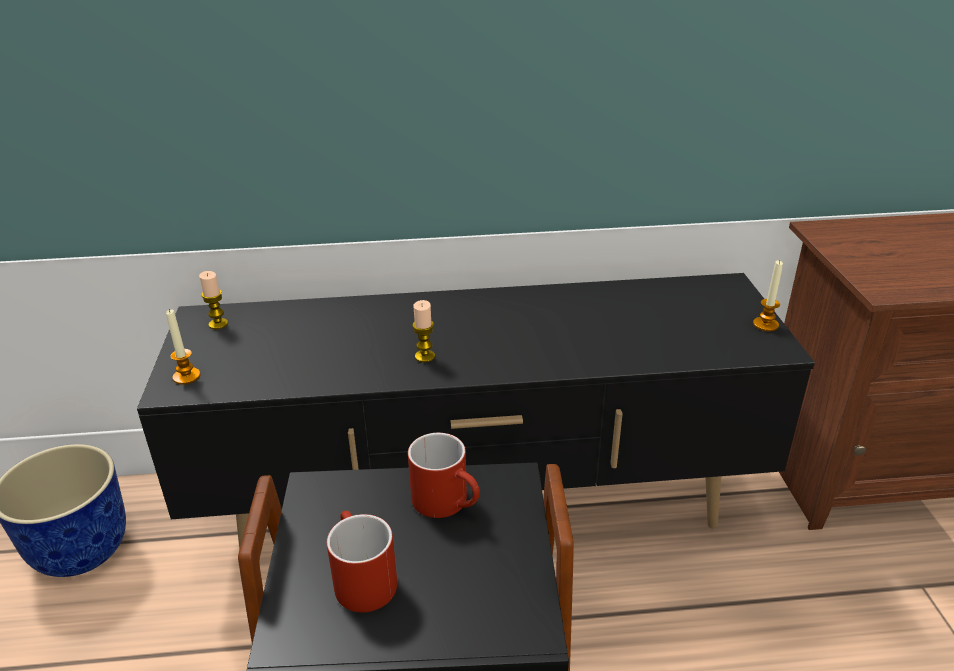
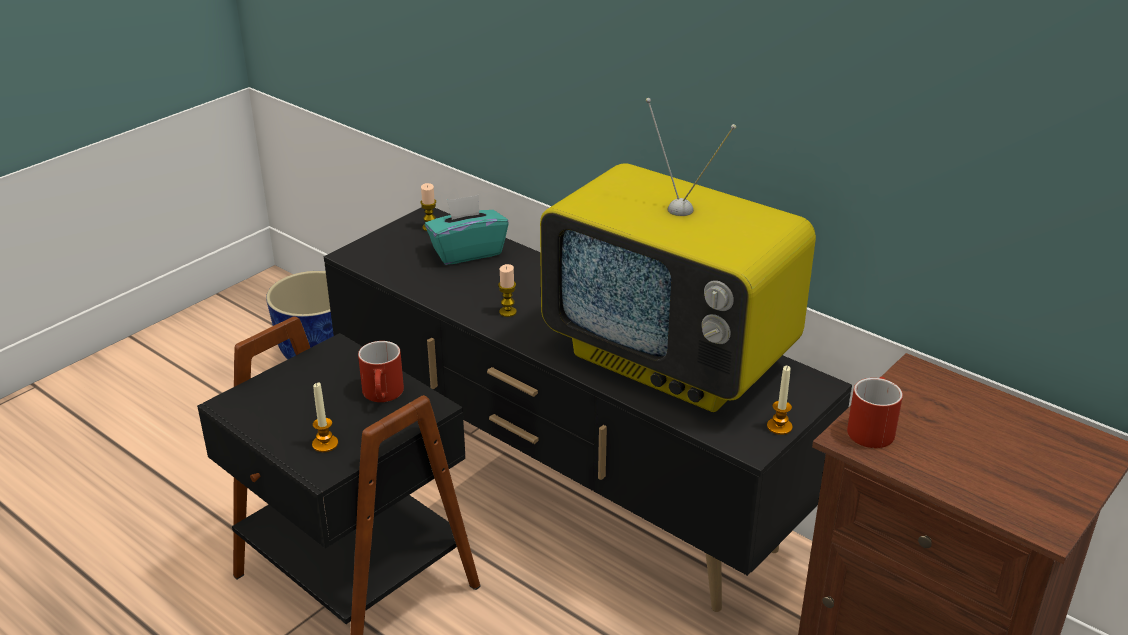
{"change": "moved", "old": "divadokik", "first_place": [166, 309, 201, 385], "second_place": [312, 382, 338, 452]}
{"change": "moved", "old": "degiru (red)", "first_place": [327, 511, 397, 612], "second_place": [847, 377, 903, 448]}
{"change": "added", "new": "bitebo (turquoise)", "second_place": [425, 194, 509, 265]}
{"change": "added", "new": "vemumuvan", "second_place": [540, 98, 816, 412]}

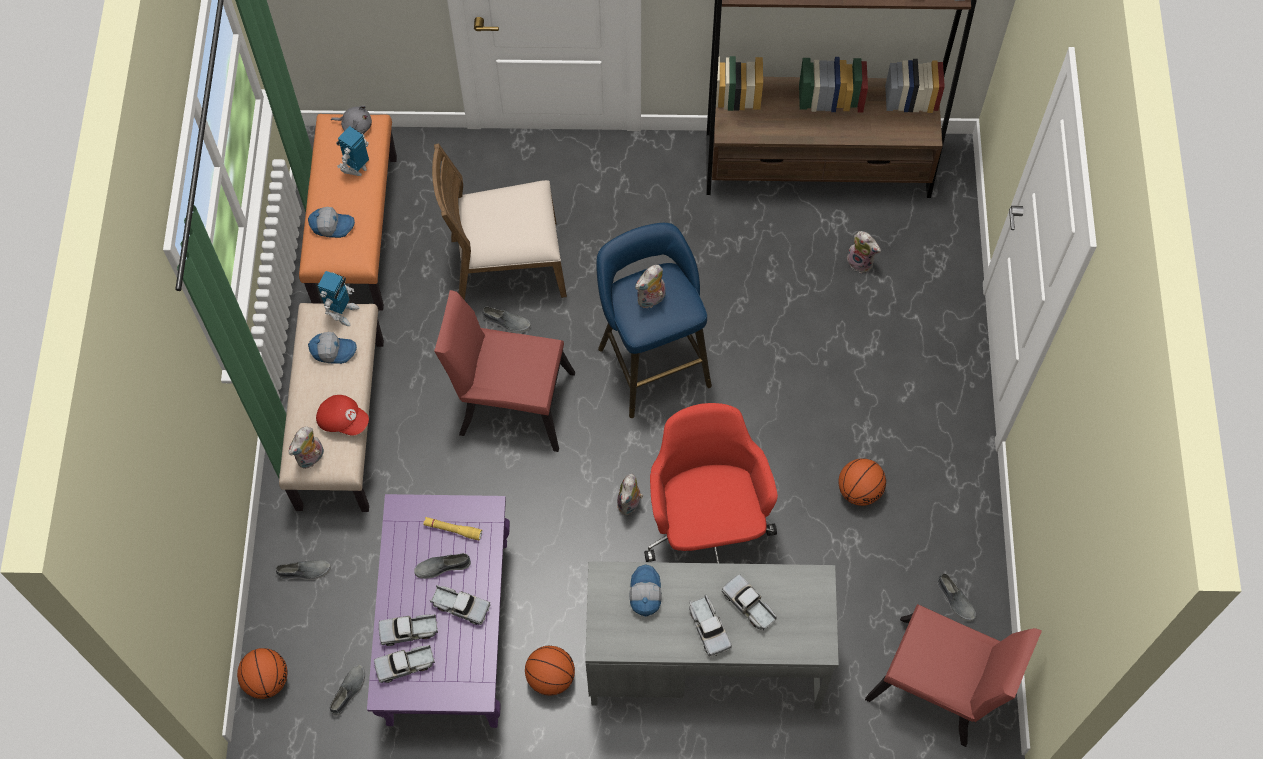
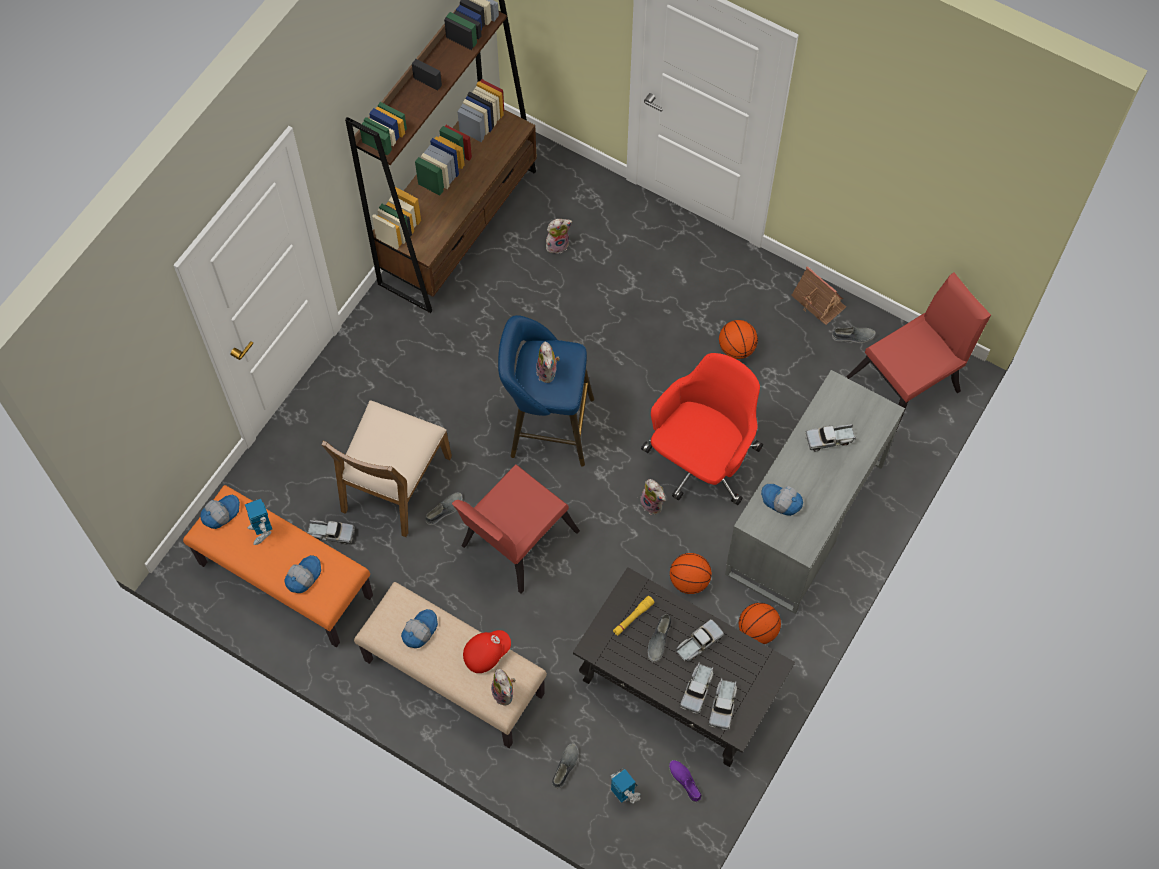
{"change": "moved", "old": "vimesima", "first_place": [237, 648, 288, 699], "second_place": [670, 553, 712, 594]}
{"change": "moved", "old": "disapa", "first_place": [318, 271, 360, 326], "second_place": [611, 768, 641, 804]}
{"change": "recoloured", "old": "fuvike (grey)", "new": "fuvike (purple)", "first_place": [330, 665, 365, 716], "second_place": [669, 760, 702, 803]}
{"change": "replaced", "old": "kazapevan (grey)", "new": "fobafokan", "first_place": [331, 105, 372, 134], "second_place": [201, 495, 240, 529]}
{"change": "recoloured", "old": "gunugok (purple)", "new": "gunugok (black)", "first_place": [367, 494, 510, 728], "second_place": [573, 567, 795, 767]}
{"change": "turned", "old": "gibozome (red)", "first_place": [644, 403, 778, 563], "second_place": [641, 353, 763, 505], "degrees": 105}
{"change": "moved", "old": "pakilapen", "first_place": [689, 594, 732, 657], "second_place": [307, 520, 355, 545]}
{"change": "added", "new": "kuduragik", "second_place": [791, 266, 846, 325]}

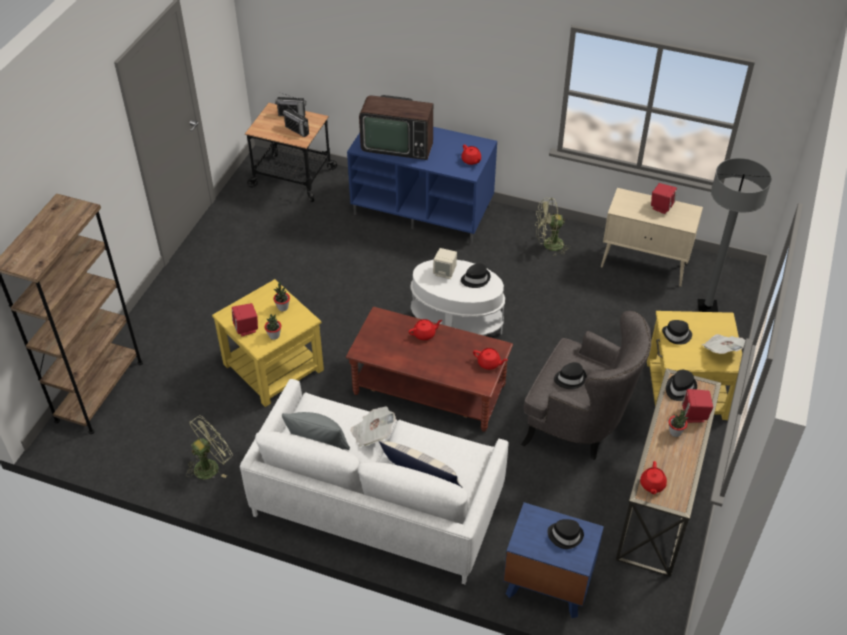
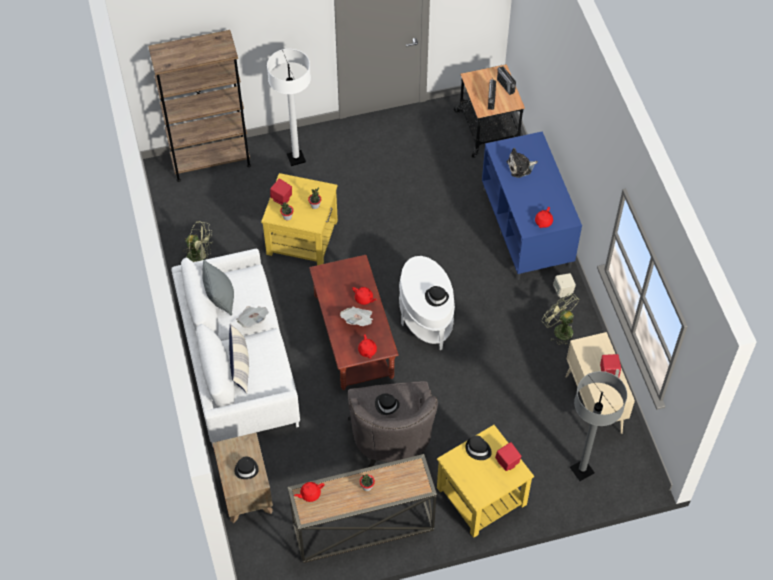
{"change": "replaced", "old": "vemumuvan", "new": "kazapevan", "first_place": [359, 95, 433, 160], "second_place": [507, 148, 538, 178]}
{"change": "moved", "old": "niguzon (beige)", "first_place": [433, 248, 457, 279], "second_place": [553, 273, 576, 298]}
{"change": "recoloured", "old": "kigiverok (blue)", "new": "kigiverok (brown)", "first_place": [503, 502, 604, 618], "second_place": [213, 433, 273, 523]}
{"change": "removed", "old": "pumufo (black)", "first_place": [666, 370, 697, 401]}
{"change": "moved", "old": "niguzon (red)", "first_place": [682, 389, 713, 423], "second_place": [495, 442, 521, 471]}
{"change": "moved", "old": "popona", "first_place": [702, 334, 745, 354], "second_place": [340, 306, 373, 326]}
{"change": "added", "new": "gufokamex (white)", "second_place": [267, 49, 311, 166]}

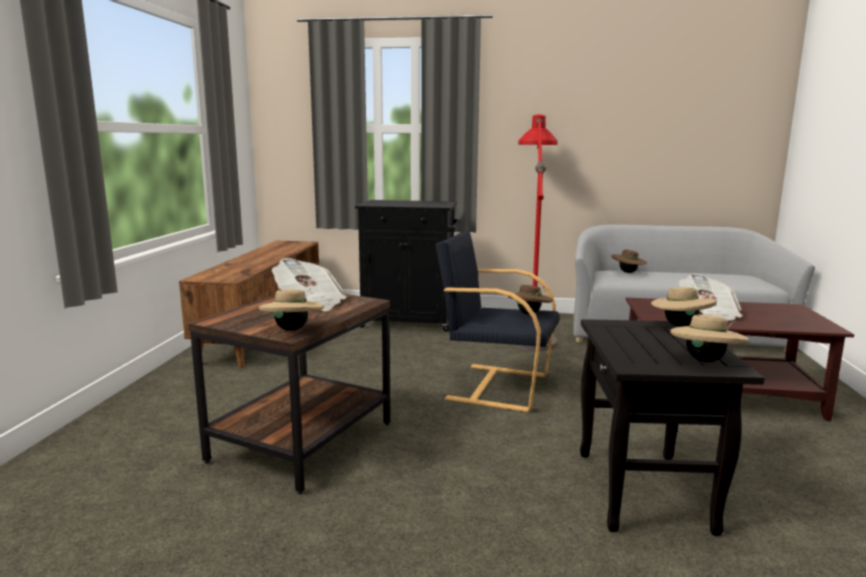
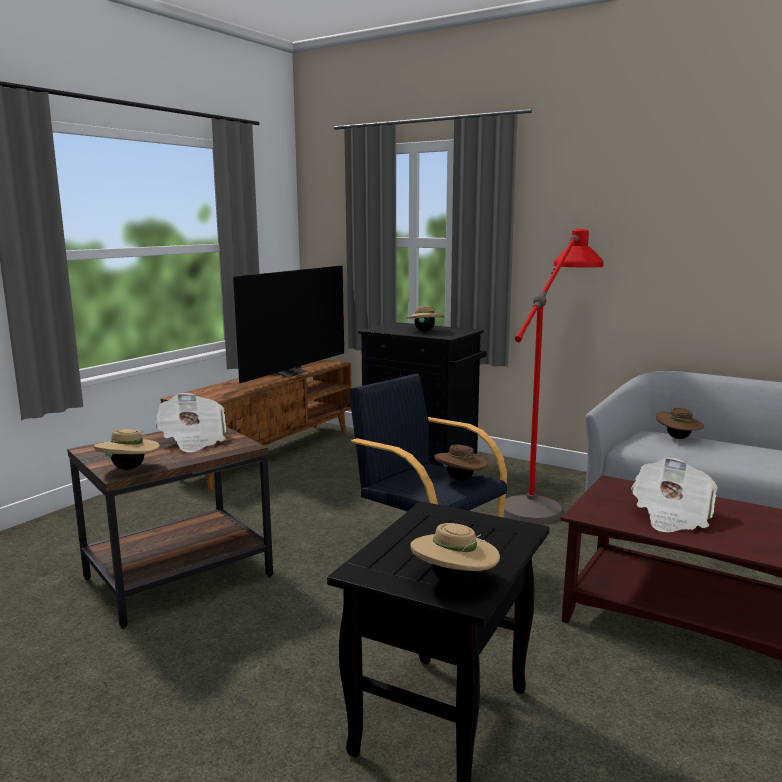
{"change": "moved", "old": "pumufo (beige)", "first_place": [651, 284, 717, 327], "second_place": [406, 306, 445, 331]}
{"change": "added", "new": "vemumuvan", "second_place": [233, 265, 344, 383]}

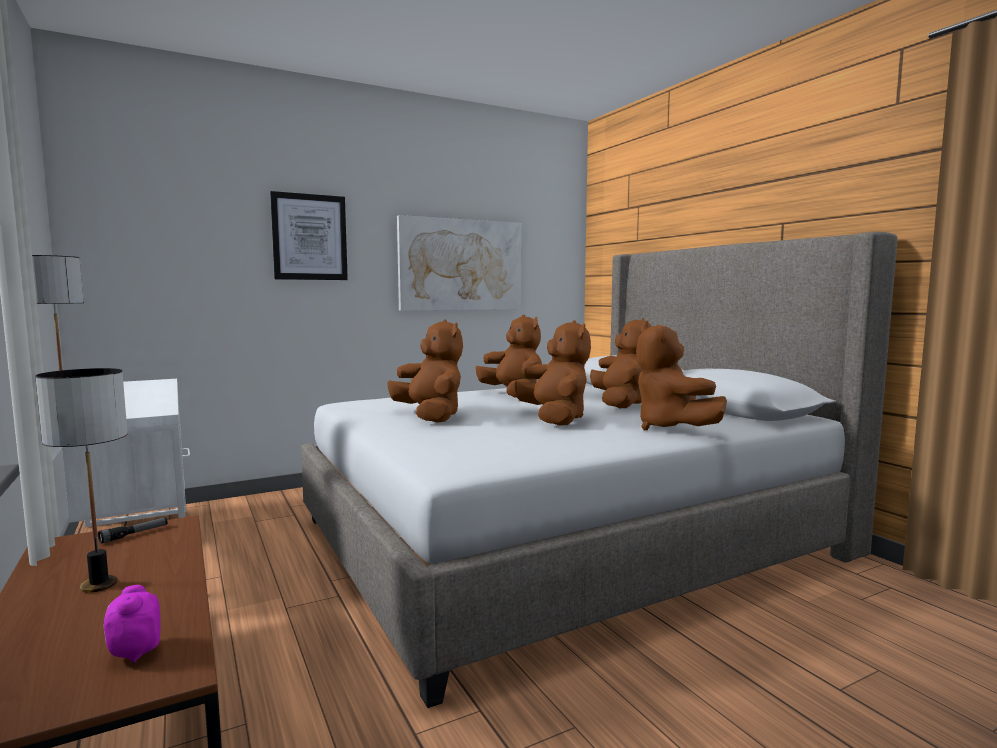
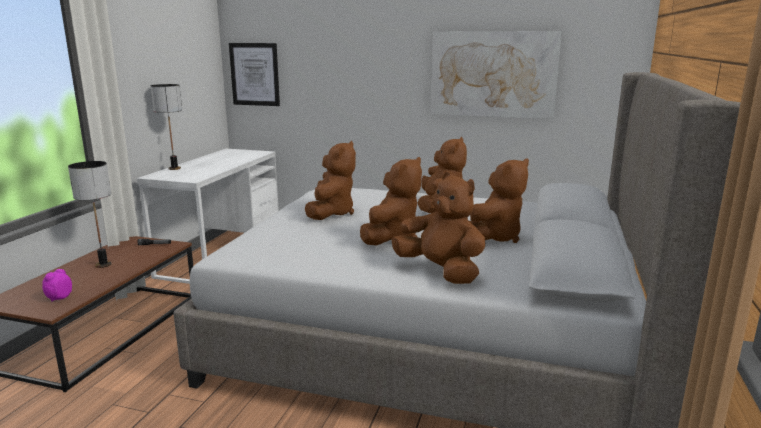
{"change": "moved", "old": "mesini", "first_place": [270, 191, 348, 280], "second_place": [229, 43, 280, 106]}
{"change": "turned", "old": "kazapevan (brown)", "first_place": [636, 324, 727, 430], "second_place": [392, 172, 485, 284], "degrees": 105}

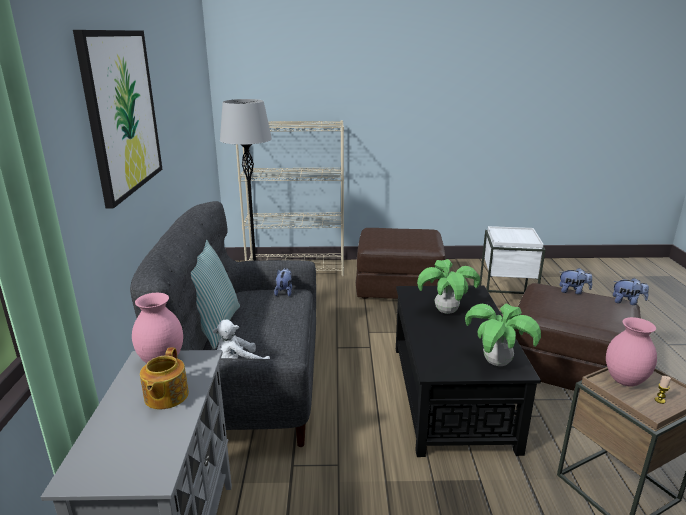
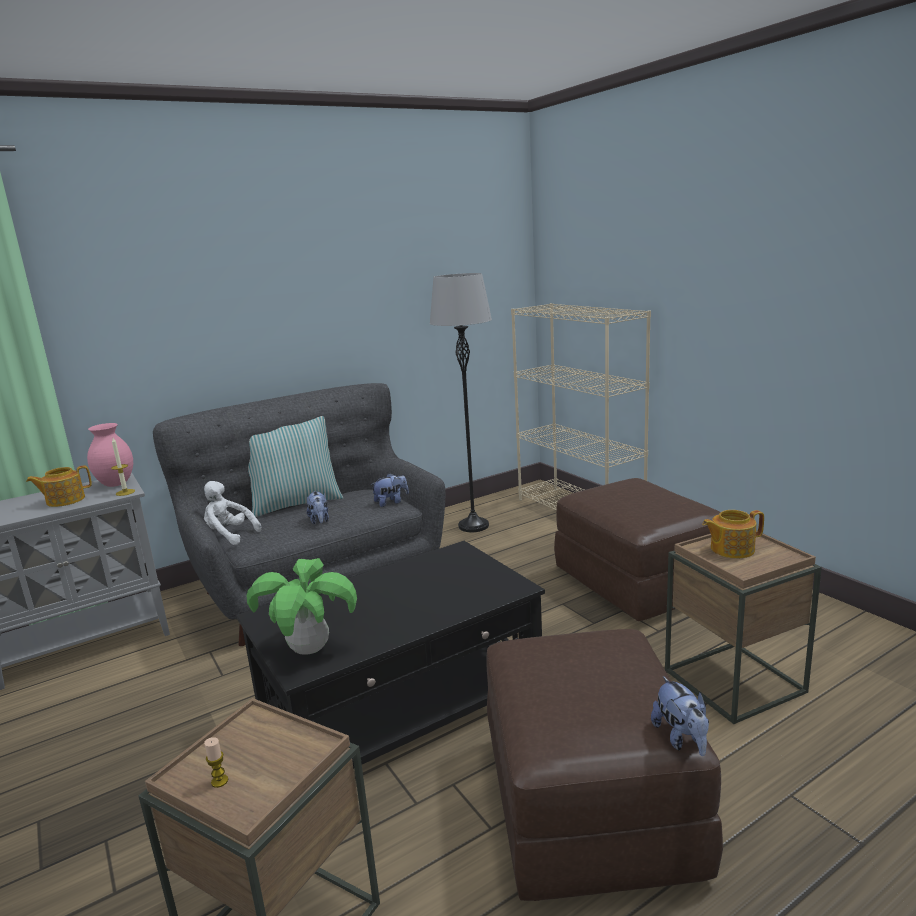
{"change": "removed", "old": "mesini", "first_place": [73, 30, 163, 209]}
{"change": "removed", "old": "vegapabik", "first_place": [417, 259, 480, 314]}
{"change": "recoloured", "old": "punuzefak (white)", "new": "punuzefak (brown)", "first_place": [479, 226, 545, 314], "second_place": [665, 531, 822, 724]}
{"change": "moved", "old": "kazapevan", "first_place": [559, 268, 592, 294], "second_place": [307, 491, 329, 524]}
{"change": "removed", "old": "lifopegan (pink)", "first_place": [606, 317, 657, 387]}
{"change": "added", "new": "divadokik", "second_place": [111, 438, 135, 496]}
{"change": "added", "new": "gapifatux", "second_place": [702, 510, 764, 558]}

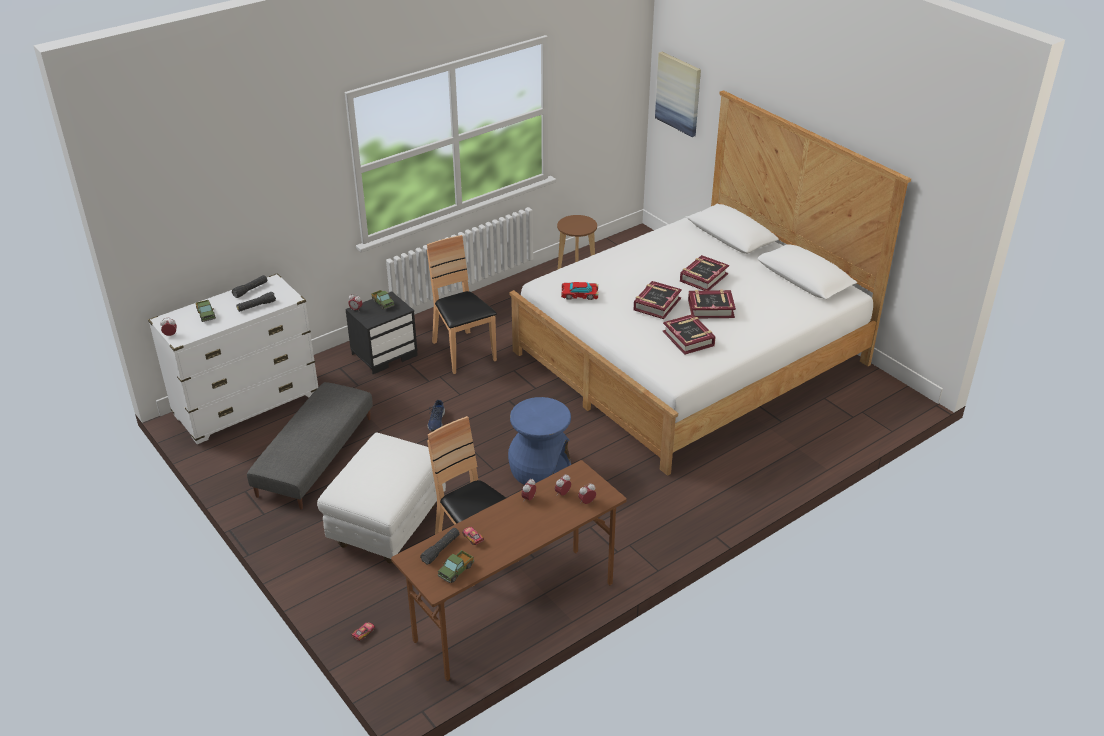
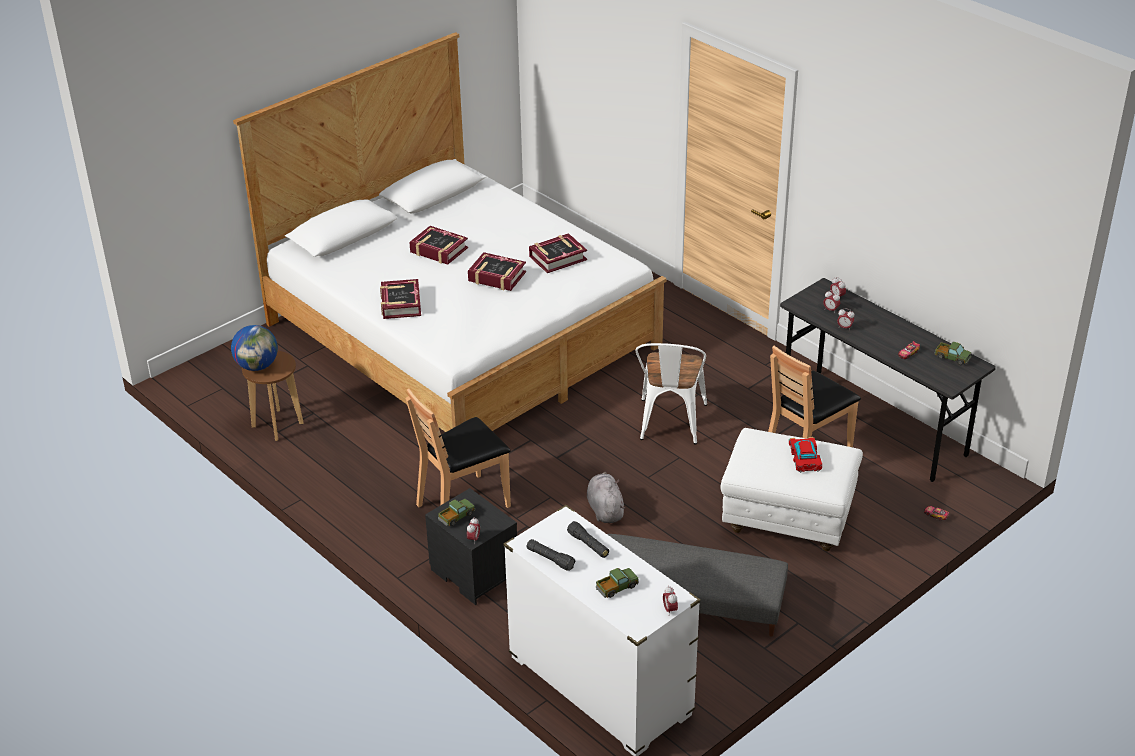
{"change": "recoloured", "old": "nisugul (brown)", "new": "nisugul (grey)", "first_place": [391, 460, 627, 681], "second_place": [780, 278, 996, 482]}
{"change": "removed", "old": "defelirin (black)", "first_place": [420, 528, 460, 565]}
{"change": "replaced", "old": "fuvike (blue)", "new": "kazapevan (grey)", "first_place": [428, 400, 445, 431], "second_place": [587, 472, 626, 523]}
{"change": "replaced", "old": "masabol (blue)", "new": "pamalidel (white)", "first_place": [508, 397, 571, 485], "second_place": [635, 343, 707, 444]}
{"change": "moved", "old": "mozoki", "first_place": [561, 282, 598, 300], "second_place": [789, 437, 822, 473]}
{"change": "removed", "old": "mesini", "first_place": [655, 52, 701, 137]}
{"change": "moved", "old": "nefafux", "first_place": [688, 289, 736, 318], "second_place": [380, 279, 421, 319]}
{"change": "added", "new": "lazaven", "second_place": [231, 325, 278, 371]}

